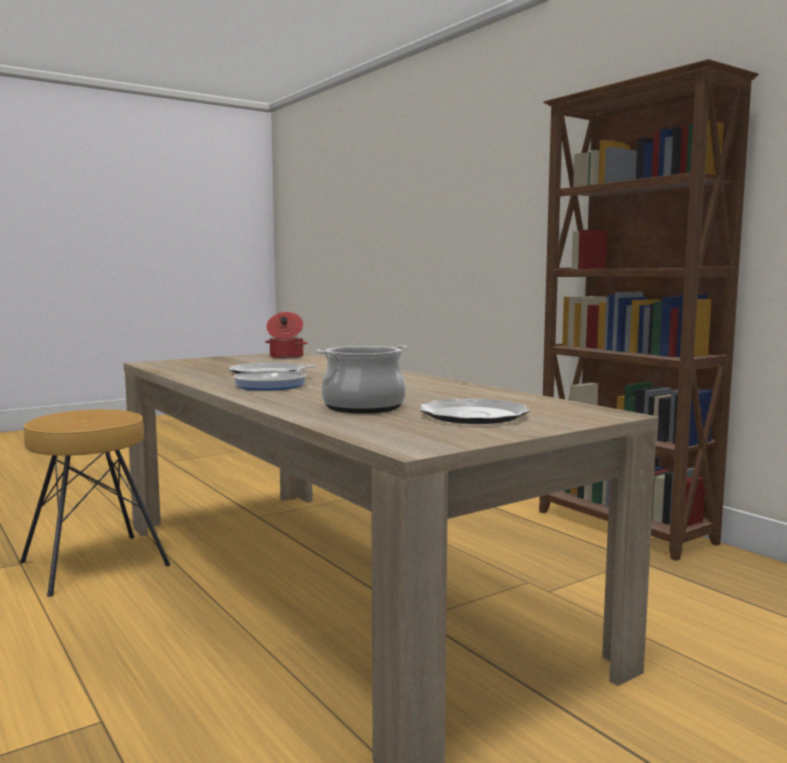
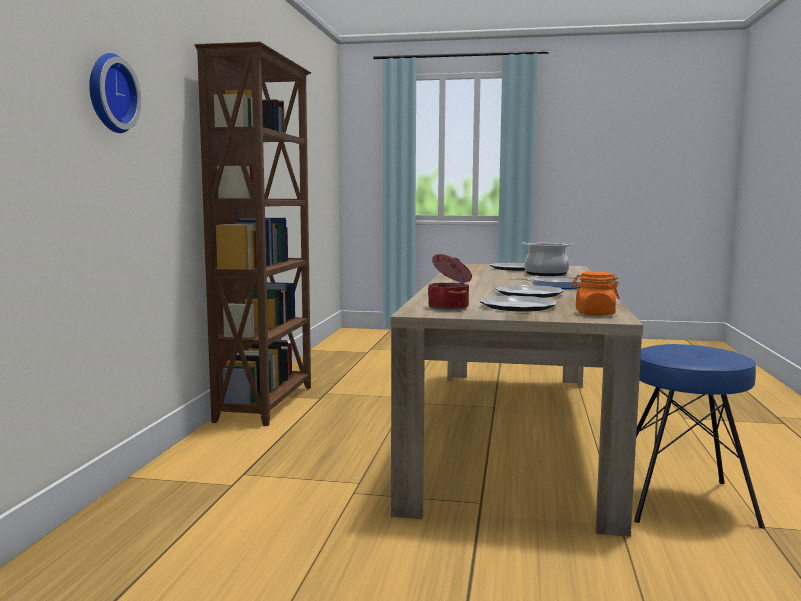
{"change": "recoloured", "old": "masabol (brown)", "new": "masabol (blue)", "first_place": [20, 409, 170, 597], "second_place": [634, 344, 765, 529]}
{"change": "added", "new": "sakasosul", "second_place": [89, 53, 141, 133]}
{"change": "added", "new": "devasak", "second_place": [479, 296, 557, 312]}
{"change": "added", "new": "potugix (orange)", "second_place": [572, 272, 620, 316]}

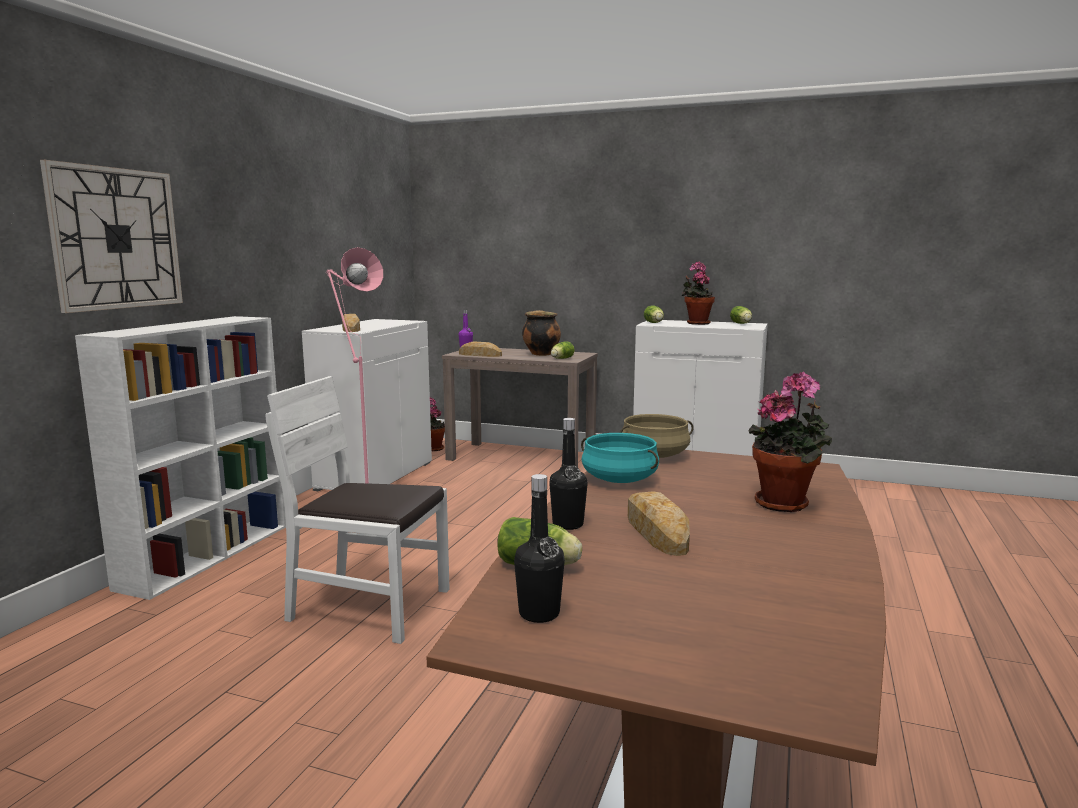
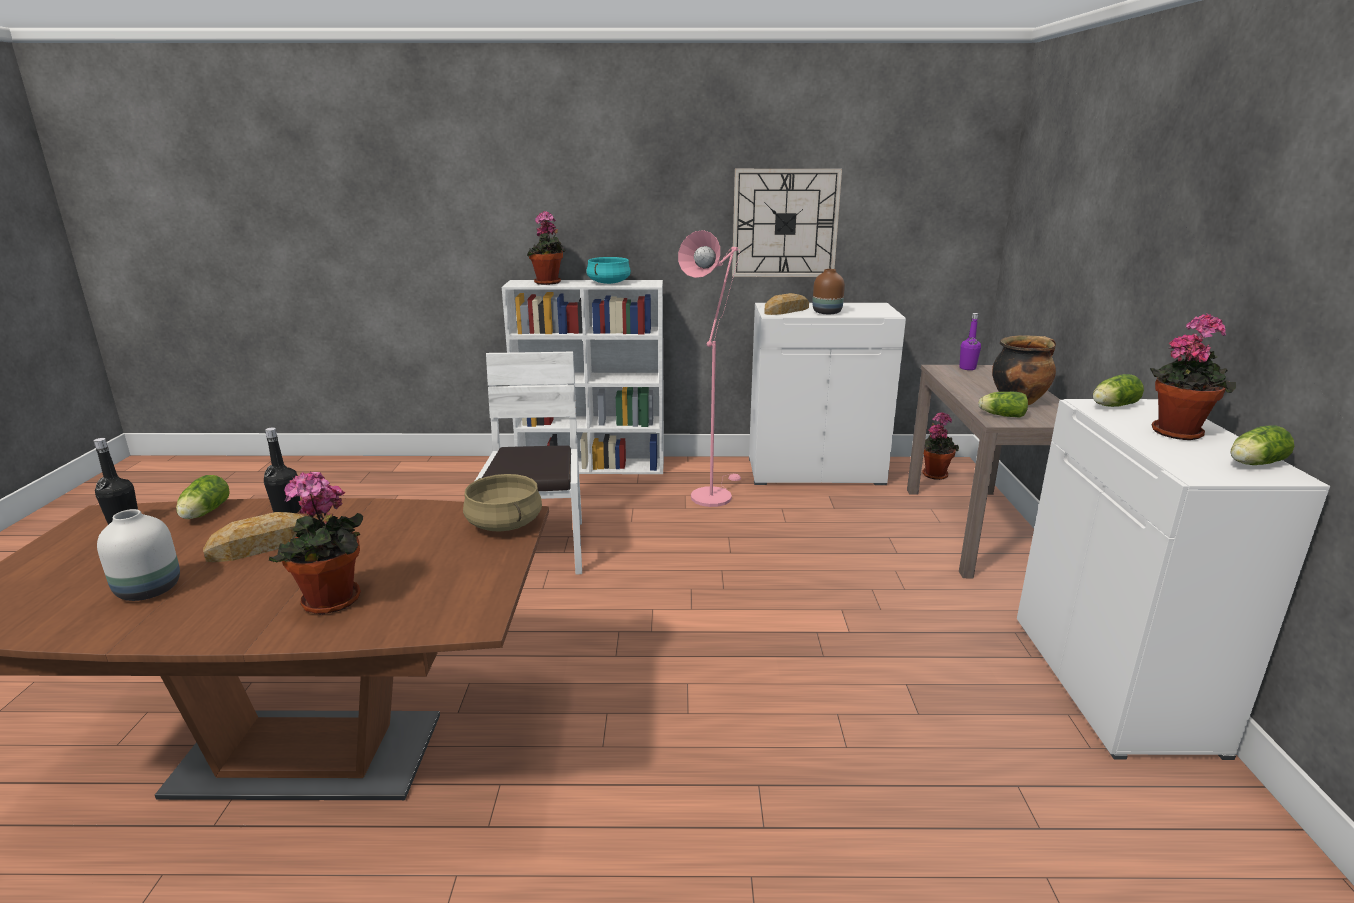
{"change": "moved", "old": "sakasosul", "first_place": [40, 160, 183, 313], "second_place": [732, 169, 842, 277]}
{"change": "removed", "old": "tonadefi", "first_place": [459, 341, 502, 357]}
{"change": "moved", "old": "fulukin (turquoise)", "first_place": [581, 433, 659, 483], "second_place": [587, 257, 631, 284]}
{"change": "added", "new": "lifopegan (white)", "second_place": [97, 509, 180, 601]}
{"change": "added", "new": "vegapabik", "second_place": [527, 211, 565, 285]}
{"change": "added", "new": "lifopegan (brown)", "second_place": [813, 269, 845, 314]}

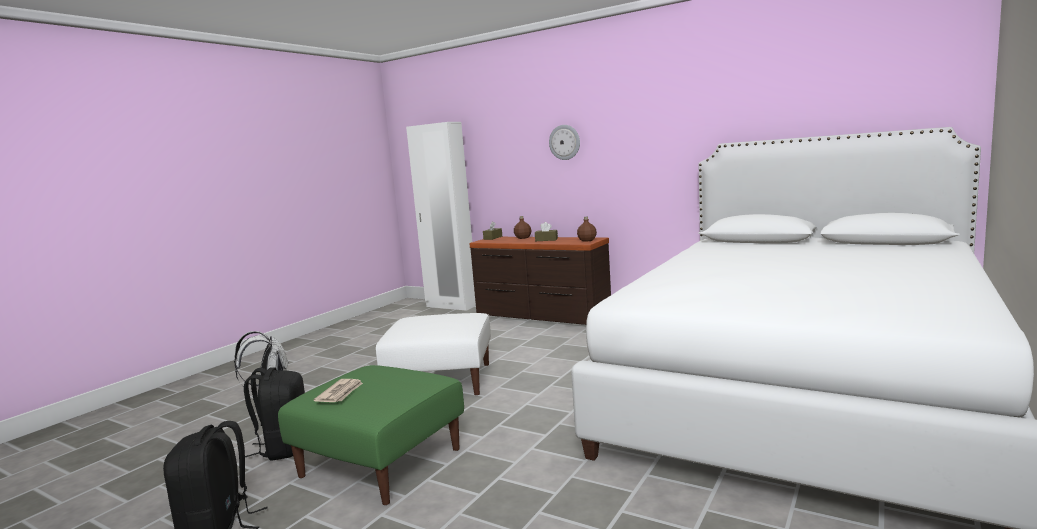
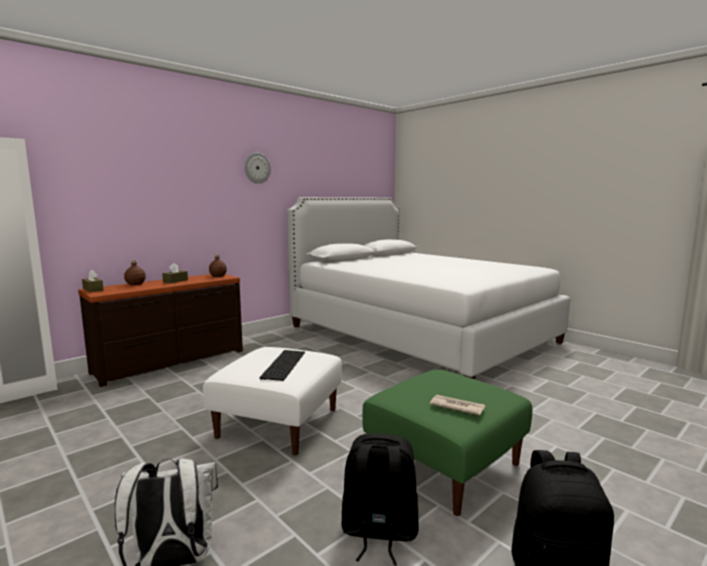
{"change": "moved", "old": "sakasosul", "first_place": [549, 125, 580, 160], "second_place": [244, 153, 271, 184]}
{"change": "added", "new": "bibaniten", "second_place": [260, 350, 305, 381]}

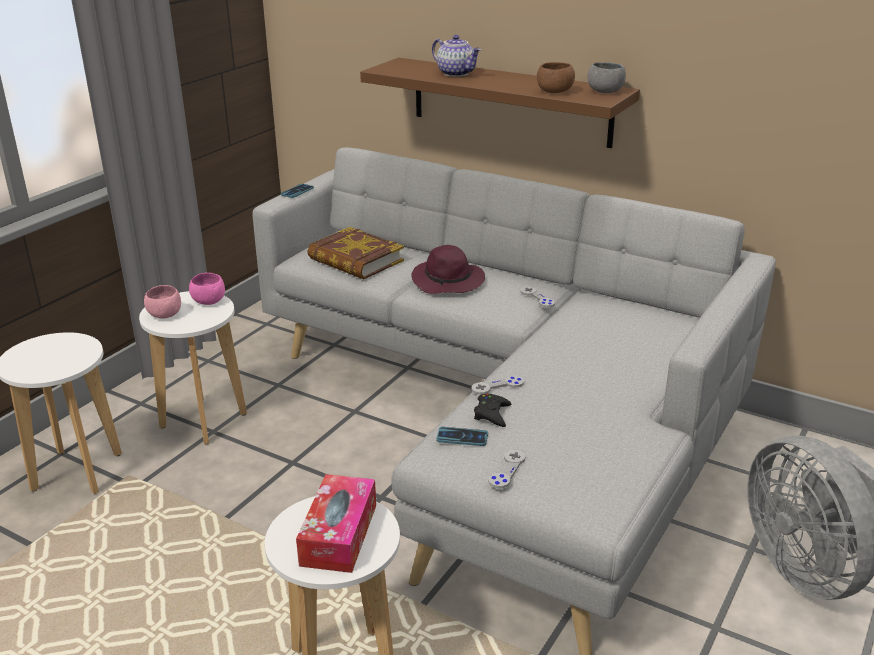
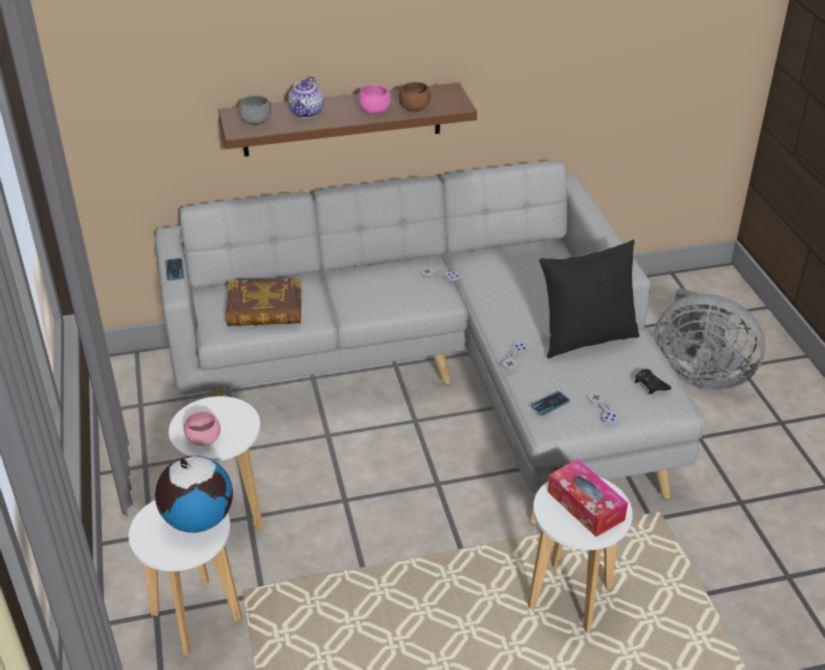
{"change": "moved", "old": "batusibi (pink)", "first_place": [189, 273, 225, 305], "second_place": [358, 85, 391, 114]}
{"change": "removed", "old": "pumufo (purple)", "first_place": [411, 245, 485, 294]}
{"change": "turned", "old": "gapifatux", "first_place": [432, 35, 481, 77], "second_place": [288, 76, 324, 118], "degrees": 105}
{"change": "moved", "old": "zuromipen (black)", "first_place": [474, 393, 511, 427], "second_place": [635, 369, 671, 394]}
{"change": "moved", "old": "batusibi (grey)", "first_place": [587, 62, 626, 93], "second_place": [239, 95, 271, 125]}
{"change": "added", "new": "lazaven", "second_place": [155, 456, 233, 533]}
{"change": "added", "new": "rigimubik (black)", "second_place": [539, 239, 640, 358]}

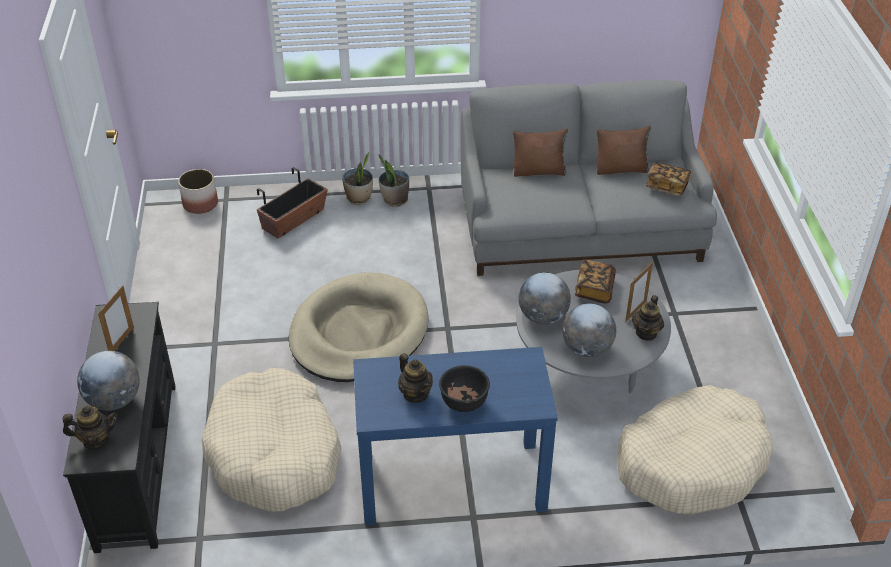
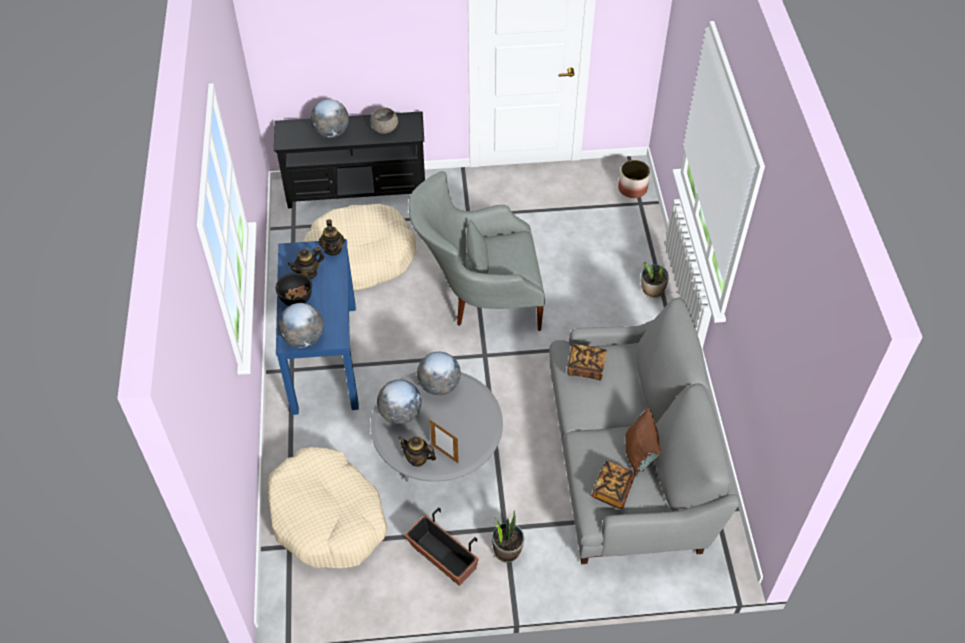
{"change": "moved", "old": "gapifatux", "first_place": [63, 406, 117, 450], "second_place": [319, 219, 345, 256]}
{"change": "replaced", "old": "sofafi", "new": "batusibi (grey)", "first_place": [98, 286, 134, 351], "second_place": [370, 107, 398, 134]}
{"change": "moved", "old": "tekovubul", "first_place": [257, 167, 328, 239], "second_place": [404, 507, 479, 586]}
{"change": "replaced", "old": "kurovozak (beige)", "new": "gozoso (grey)", "first_place": [288, 272, 428, 382], "second_place": [409, 171, 545, 331]}
{"change": "moved", "old": "vegapabik", "first_place": [379, 154, 409, 207], "second_place": [492, 510, 524, 563]}
{"change": "removed", "old": "rigimubik (brown)", "first_place": [513, 128, 568, 177]}
{"change": "moved", "old": "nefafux", "first_place": [575, 259, 616, 304], "second_place": [567, 344, 607, 381]}
{"change": "added", "new": "lazaven", "second_place": [278, 303, 324, 348]}

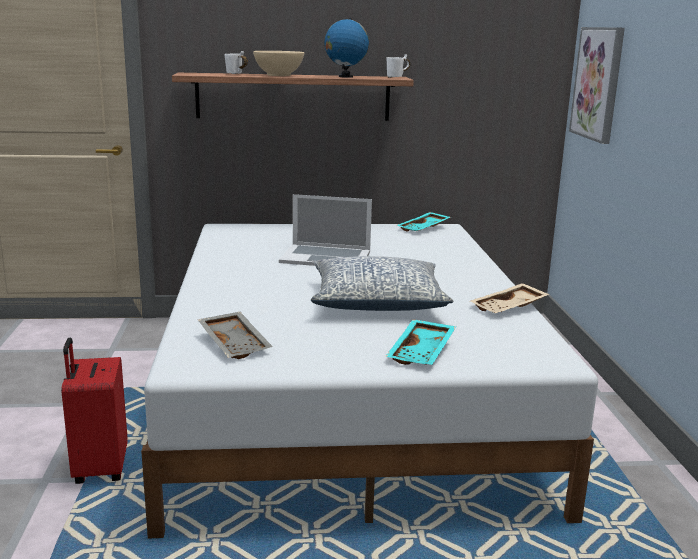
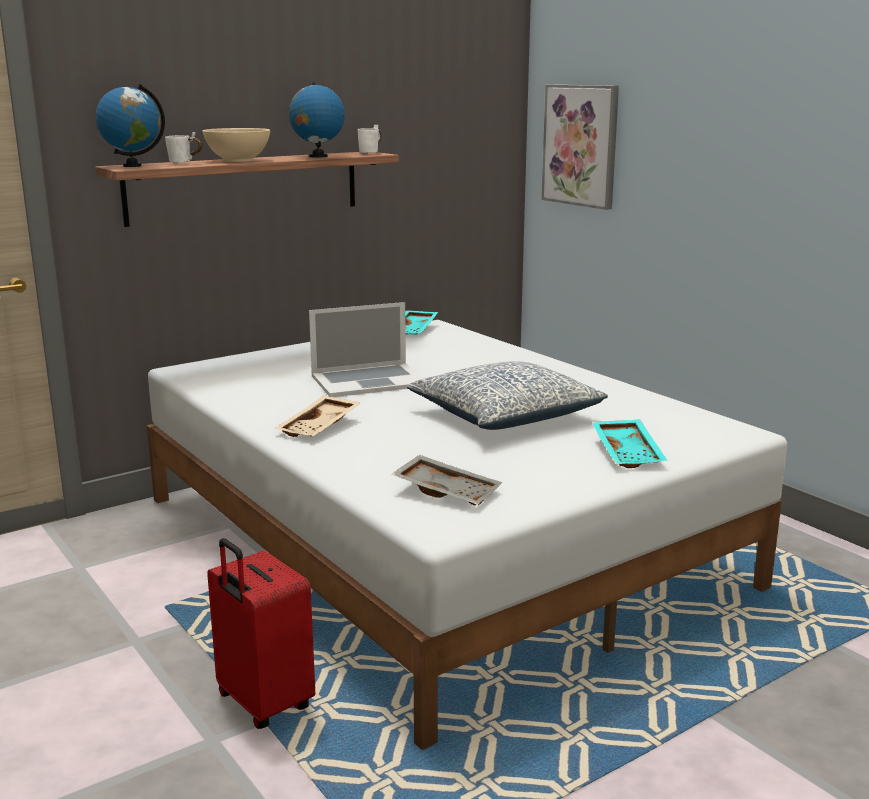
{"change": "moved", "old": "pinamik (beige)", "first_place": [470, 283, 550, 313], "second_place": [275, 396, 361, 437]}
{"change": "added", "new": "lazaven", "second_place": [96, 84, 165, 167]}

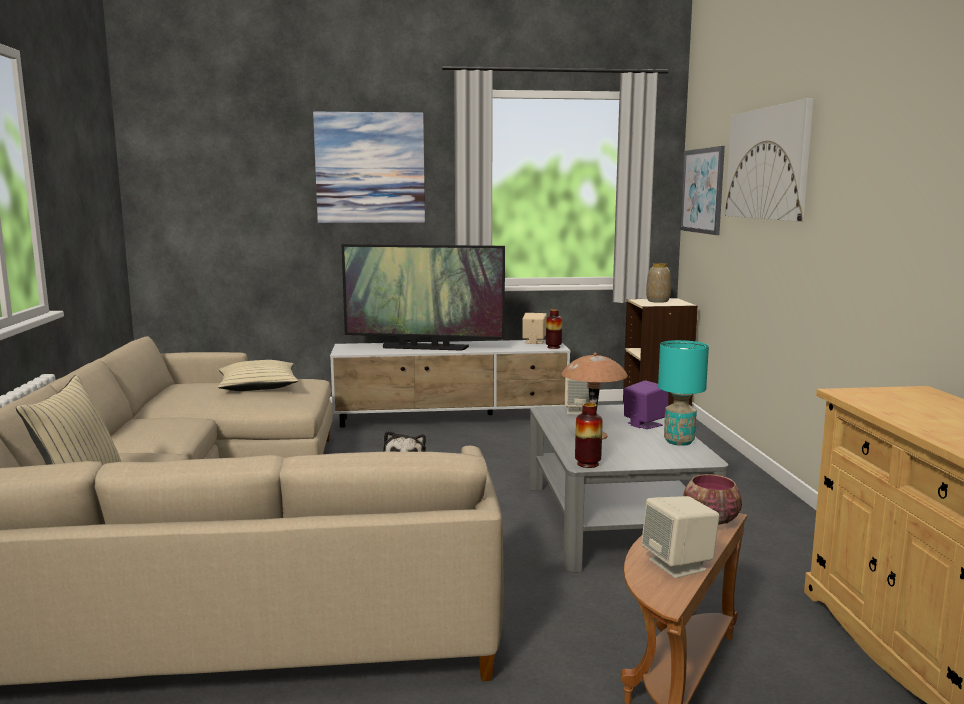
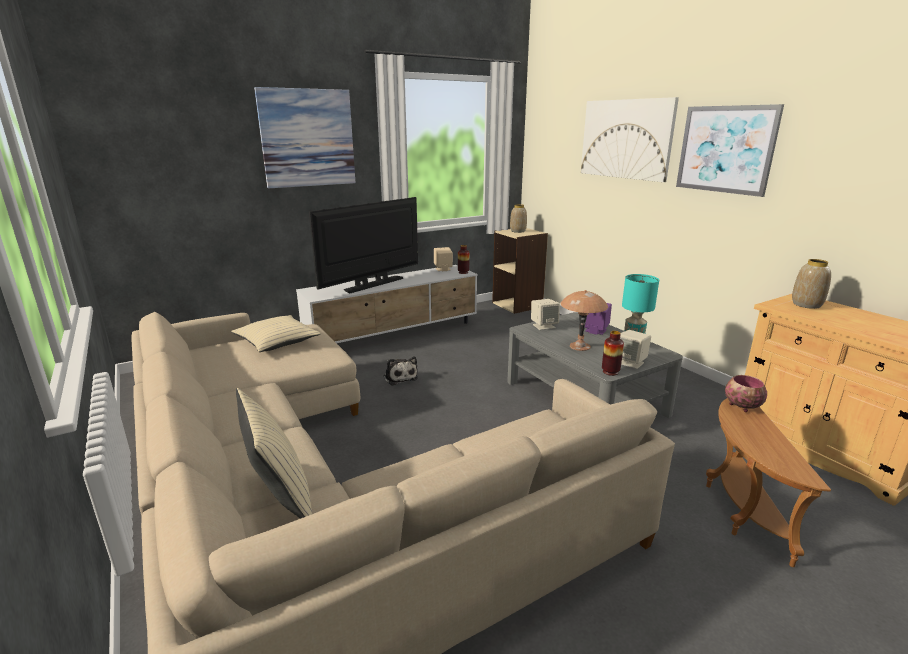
{"change": "turned", "old": "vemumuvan", "first_place": [342, 244, 505, 351], "second_place": [309, 197, 418, 294], "degrees": 150}
{"change": "moved", "old": "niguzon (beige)", "first_place": [641, 496, 719, 578], "second_place": [620, 330, 651, 369]}
{"change": "moved", "old": "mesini", "first_place": [680, 146, 725, 235], "second_place": [676, 104, 784, 197]}
{"change": "added", "new": "lifopegan", "second_place": [792, 259, 831, 309]}

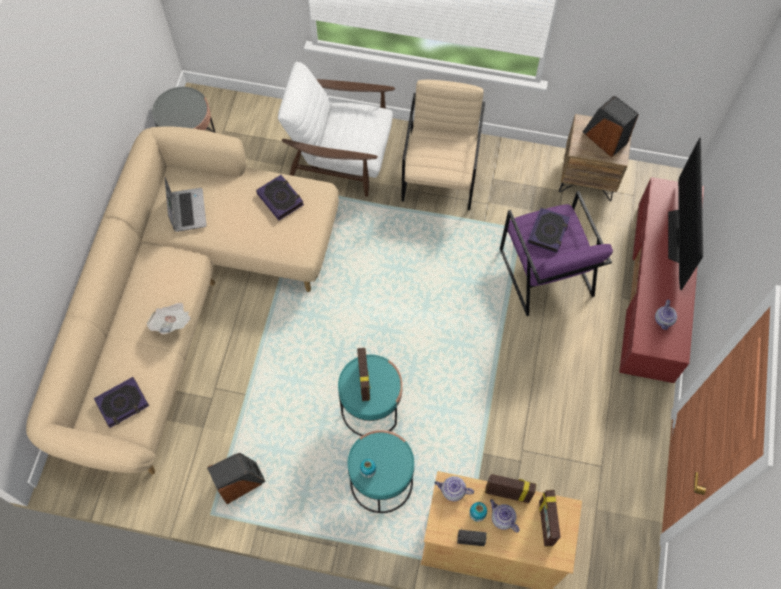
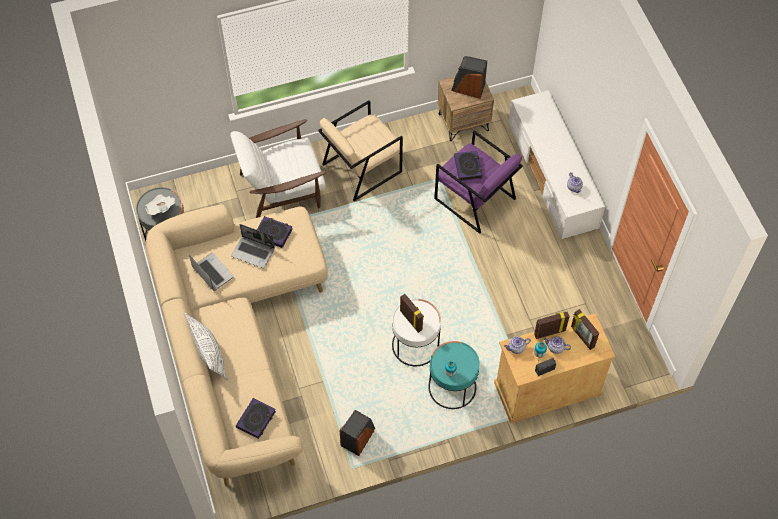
{"change": "moved", "old": "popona", "first_place": [147, 303, 191, 334], "second_place": [145, 194, 175, 215]}
{"change": "recoloured", "old": "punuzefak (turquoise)", "new": "punuzefak (white)", "first_place": [338, 355, 403, 436], "second_place": [392, 299, 441, 366]}
{"change": "turned", "old": "gozoso (beige)", "first_place": [401, 80, 485, 210], "second_place": [318, 100, 403, 201], "degrees": -105}
{"change": "recoloured", "old": "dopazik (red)", "new": "dopazik (white)", "first_place": [619, 177, 704, 383], "second_place": [508, 90, 605, 239]}
{"change": "removed", "old": "vemumuvan", "first_place": [668, 137, 703, 290]}
{"change": "added", "new": "rigimubik (white)", "second_place": [185, 313, 228, 380]}
{"change": "added", "new": "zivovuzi", "second_place": [231, 224, 275, 268]}

